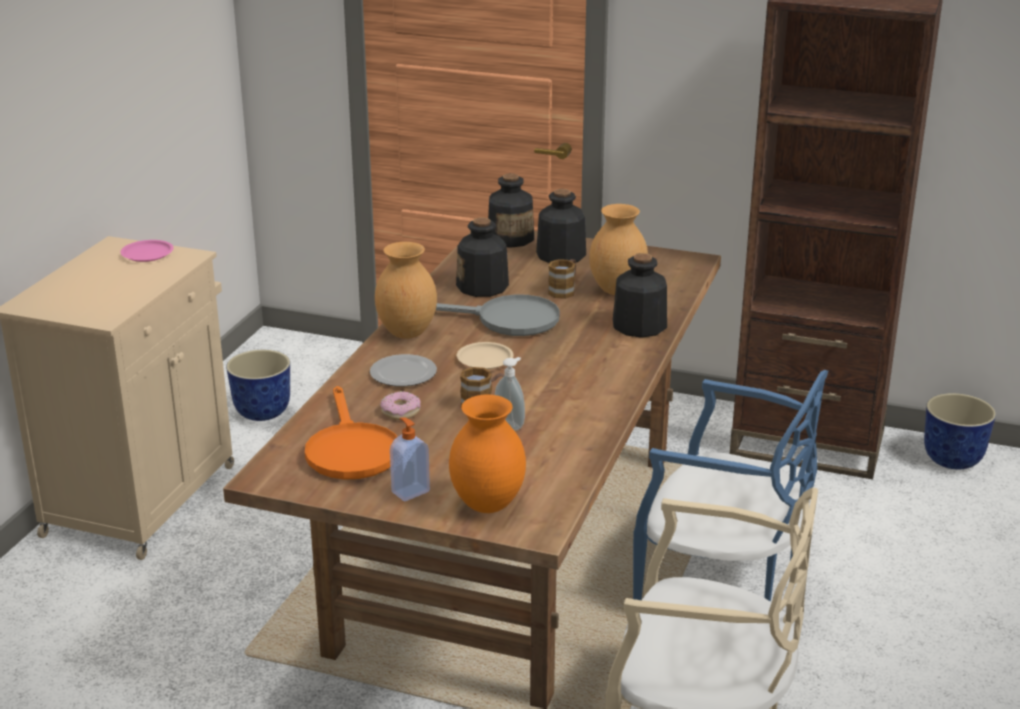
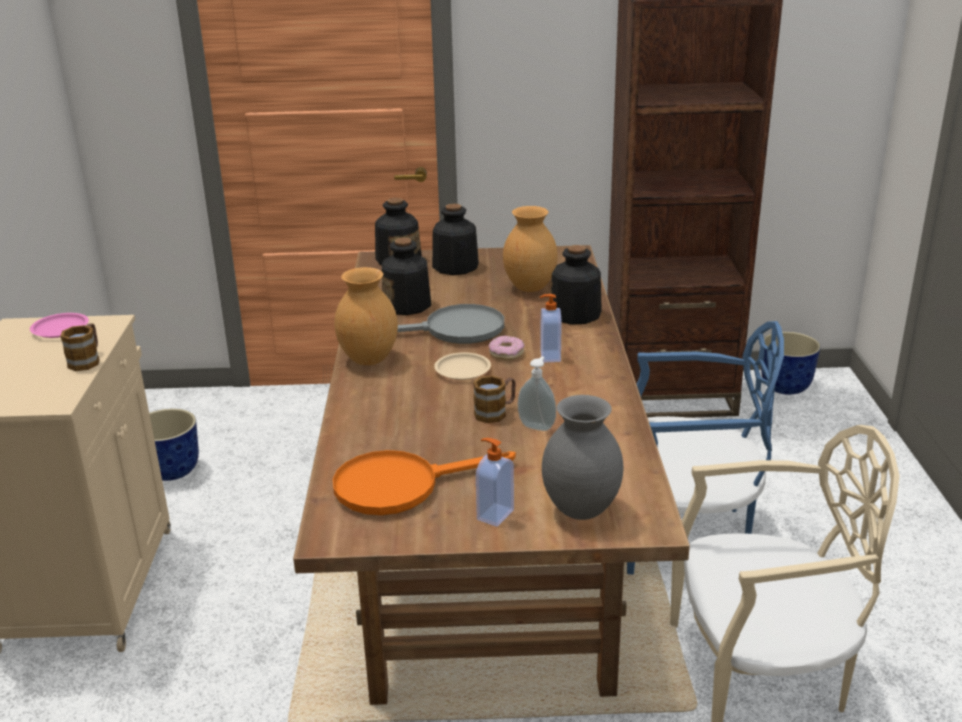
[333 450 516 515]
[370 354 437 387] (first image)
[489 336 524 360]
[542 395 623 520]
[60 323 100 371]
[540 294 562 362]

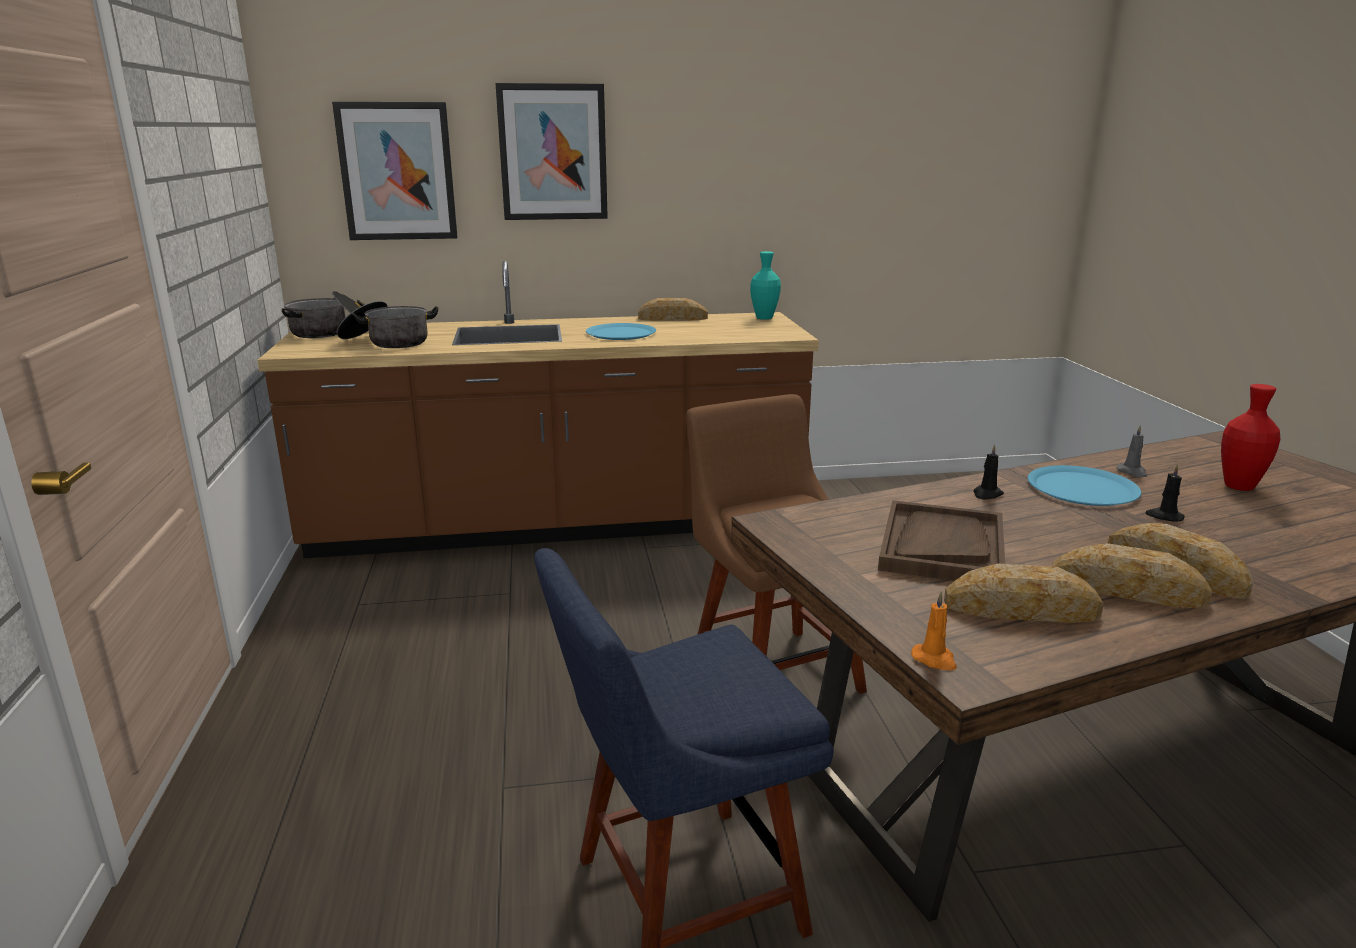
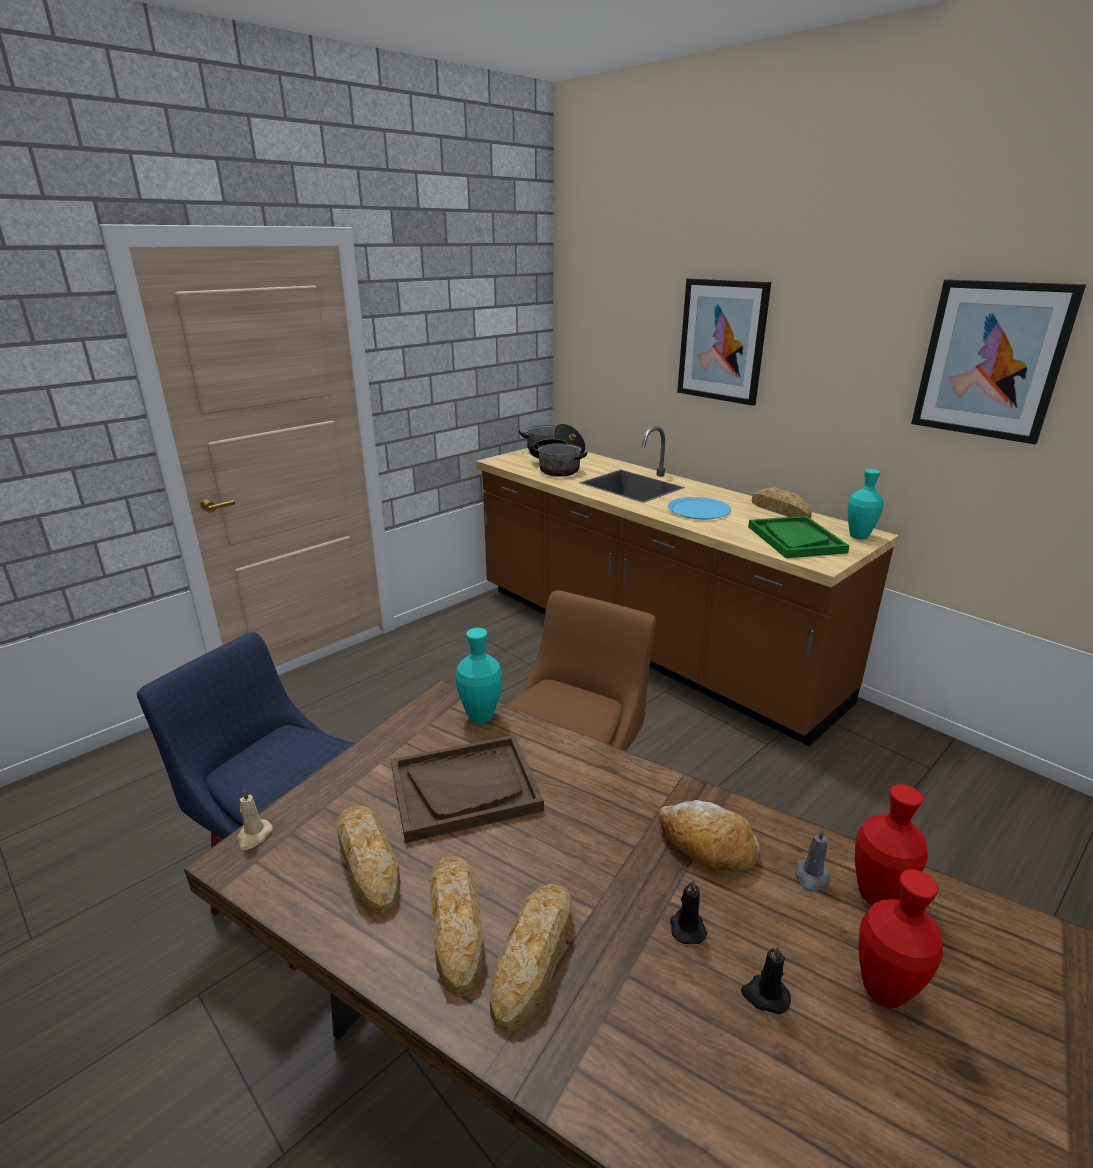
[911 279 1086 444]
[237 789 273 850]
[741 944 791 1014]
[658 800 760 872]
[456 628 502 723]
[748 516 850 558]
[855 784 928 905]

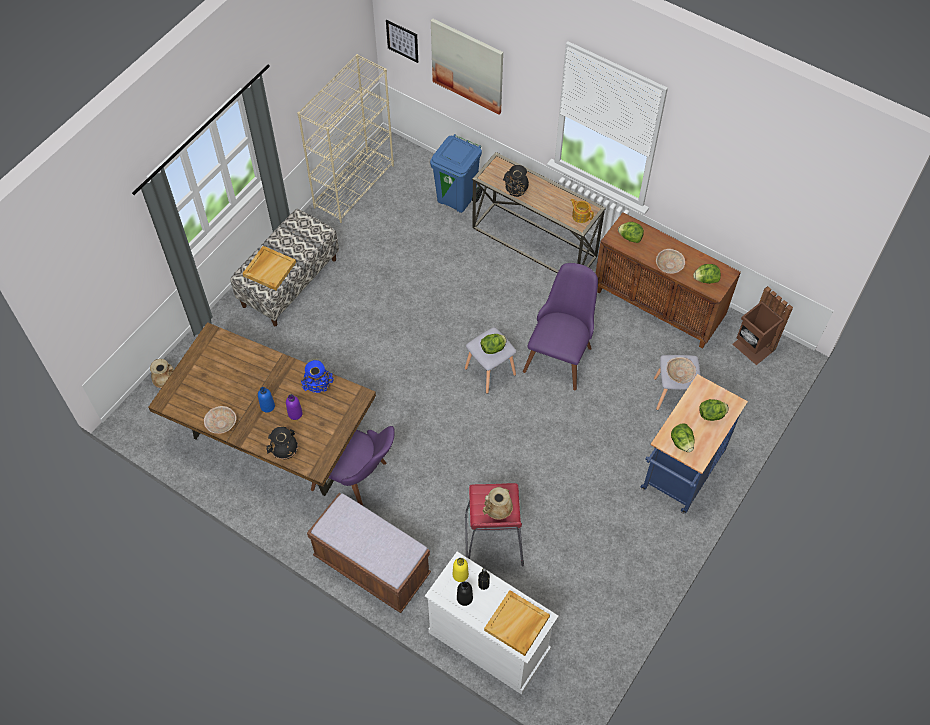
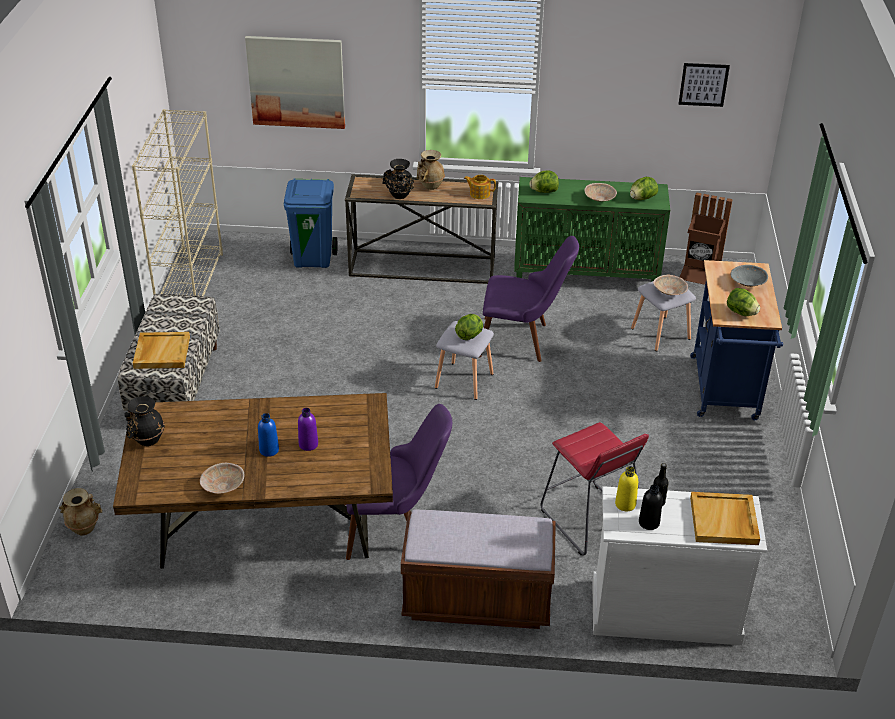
[124 396 165 446]
[301 360 334 393] (first image)
[678 63 730 107]
[417 150 445 190]
[479 236 579 362]
[514 177 670 282]
[731 265 768 287]

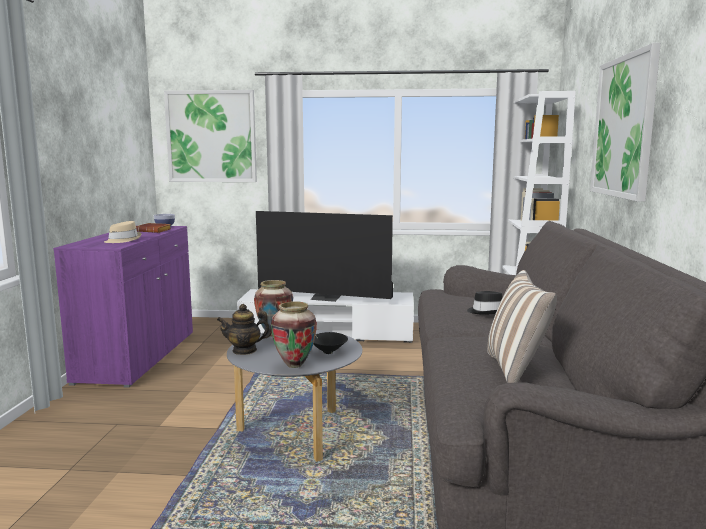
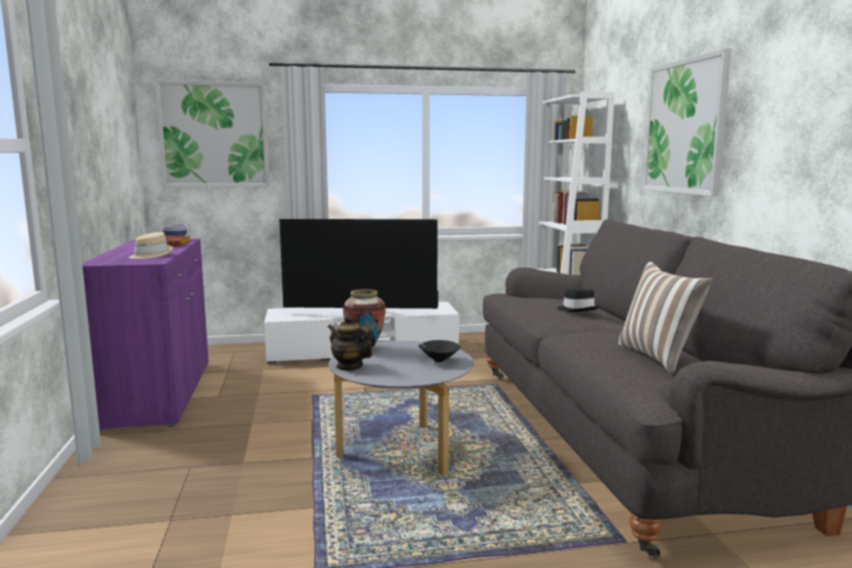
[328 315 372 371]
[271 301 317 368] (first image)

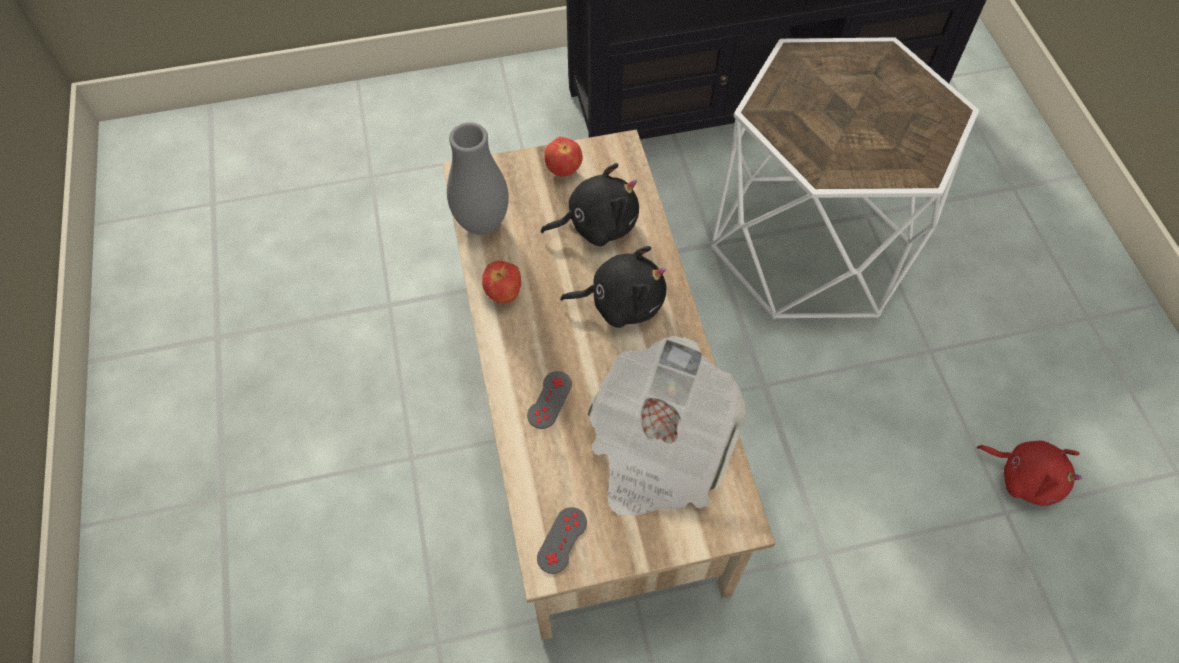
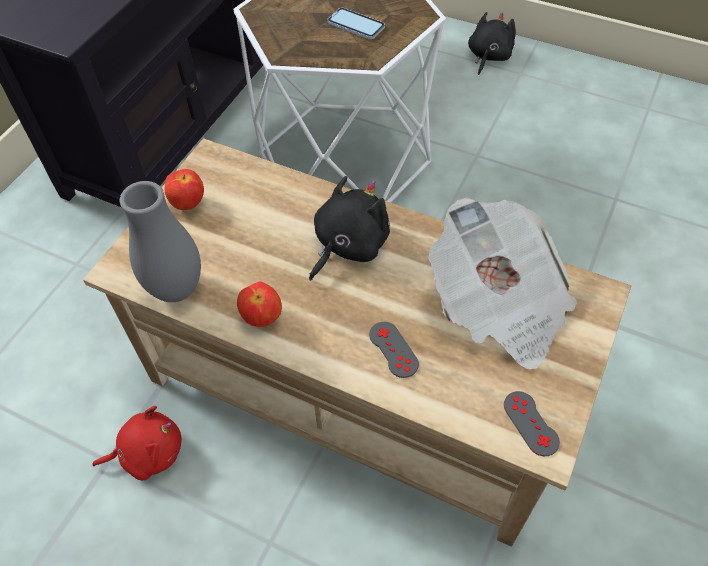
[468 12 516 75]
[93 406 182 480]
[327 8 385 39]

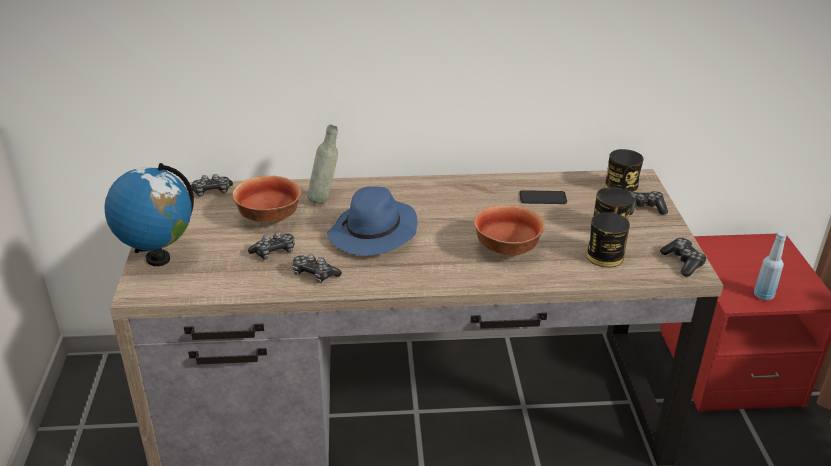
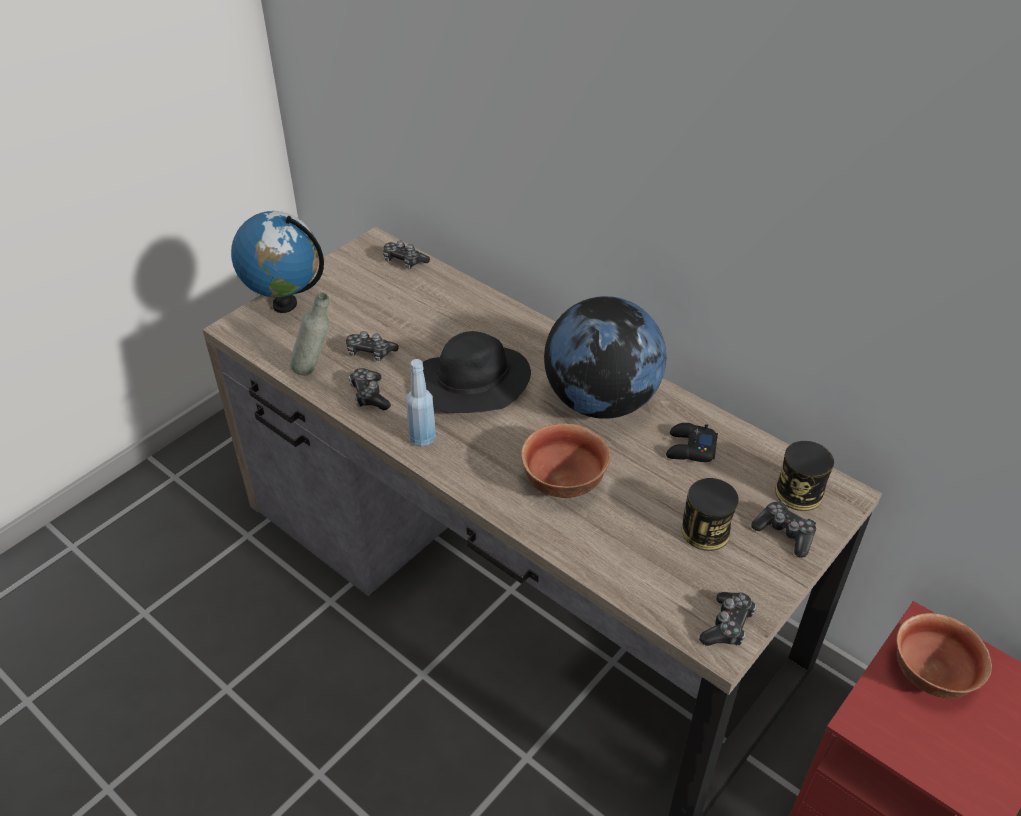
[896 613 992 699]
[290 292 329 376]
[423 331 531 413]
[666 423 718 462]
[586 212 630 268] (first image)
[406 359 436 447]
[544 296 666 419]

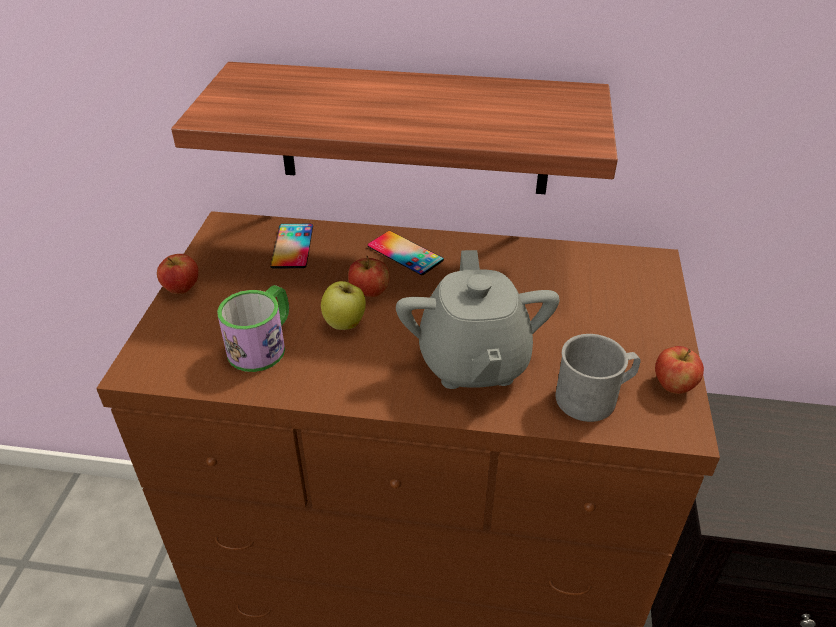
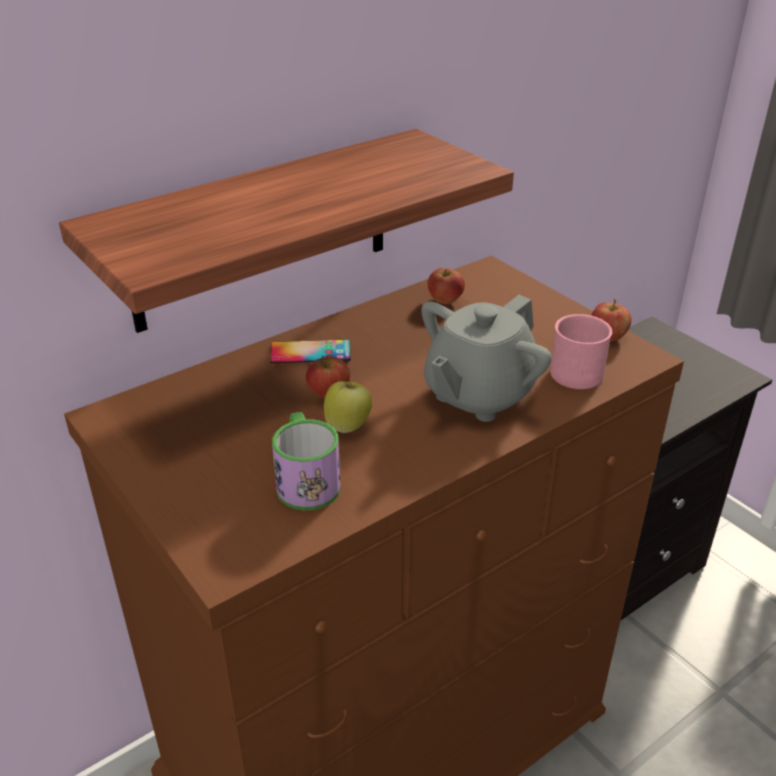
[427 268 465 304]
[270 224 313 268] (first image)
[421 295 552 422]
[550 314 612 389]

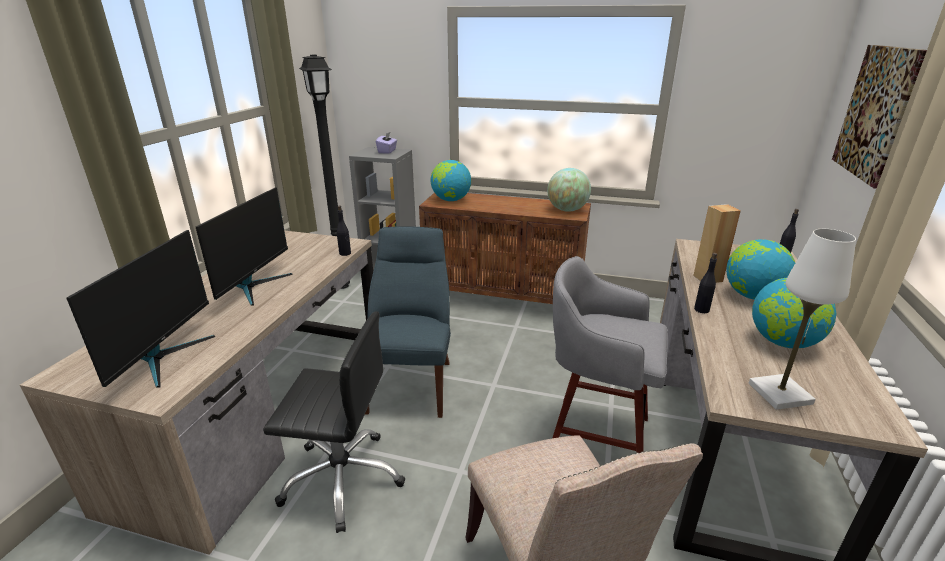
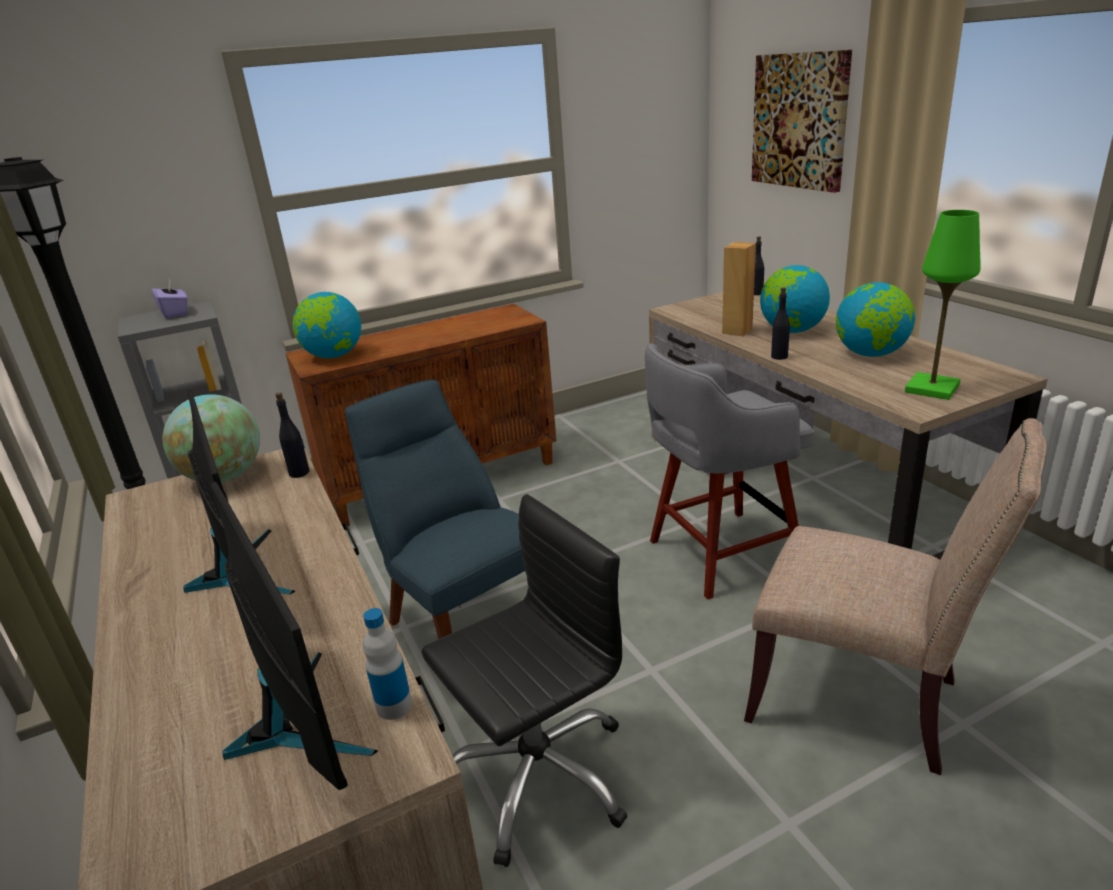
[163 394 260 482]
[905 210 981 400]
[363 608 412 720]

